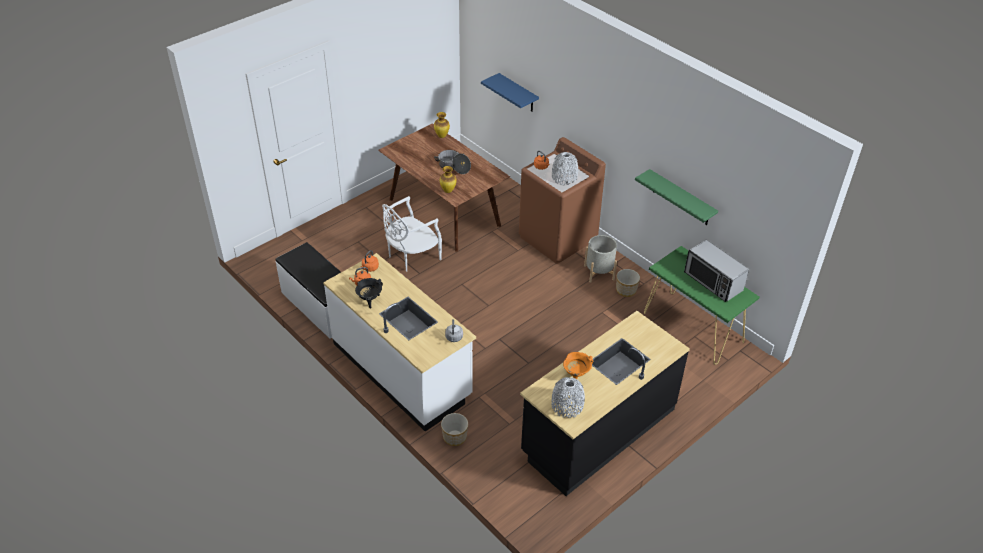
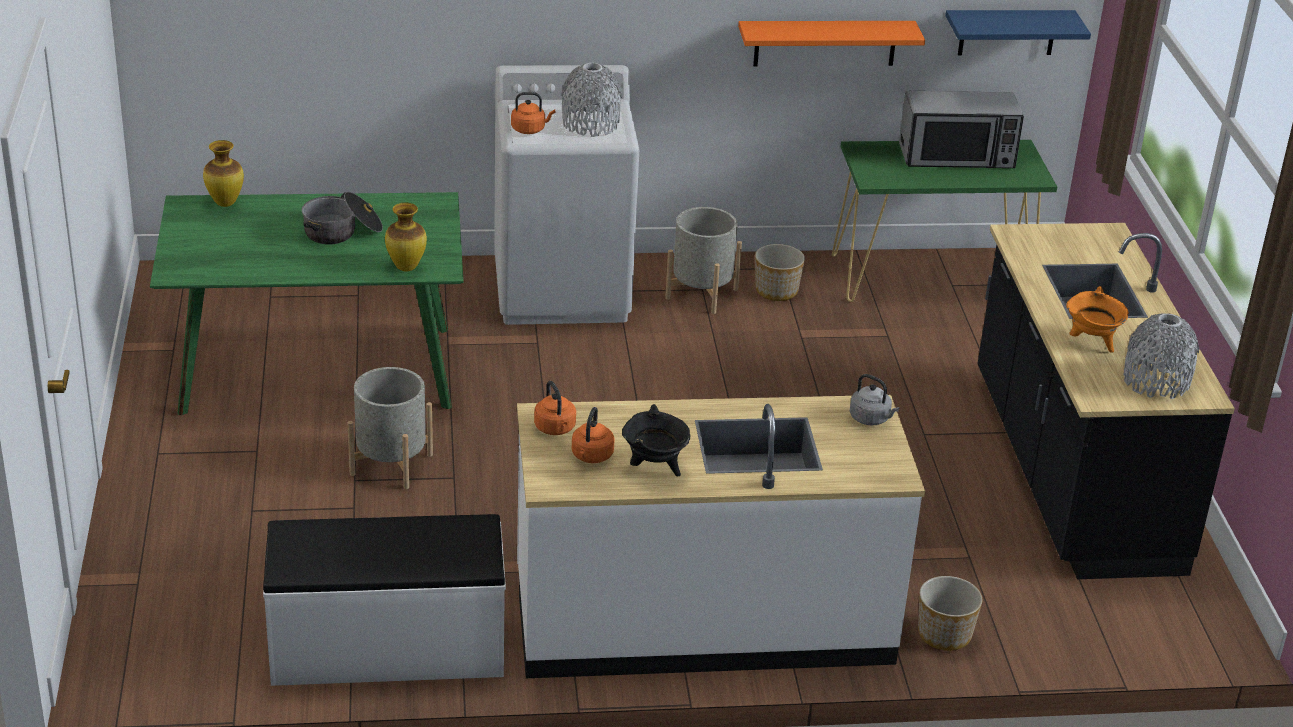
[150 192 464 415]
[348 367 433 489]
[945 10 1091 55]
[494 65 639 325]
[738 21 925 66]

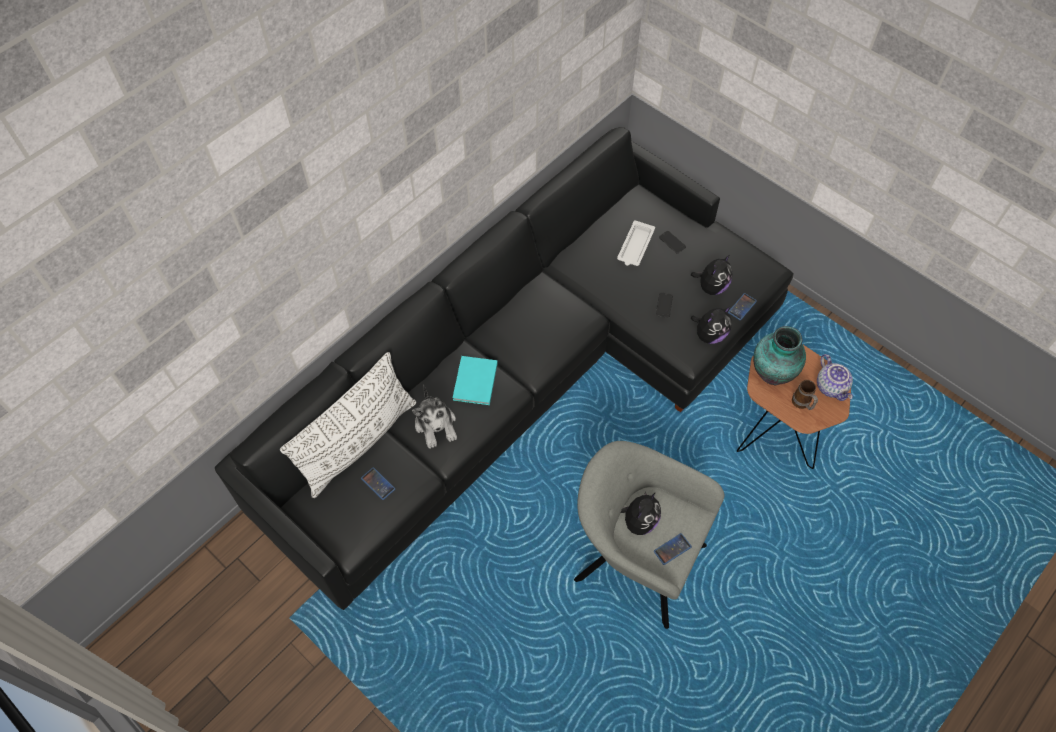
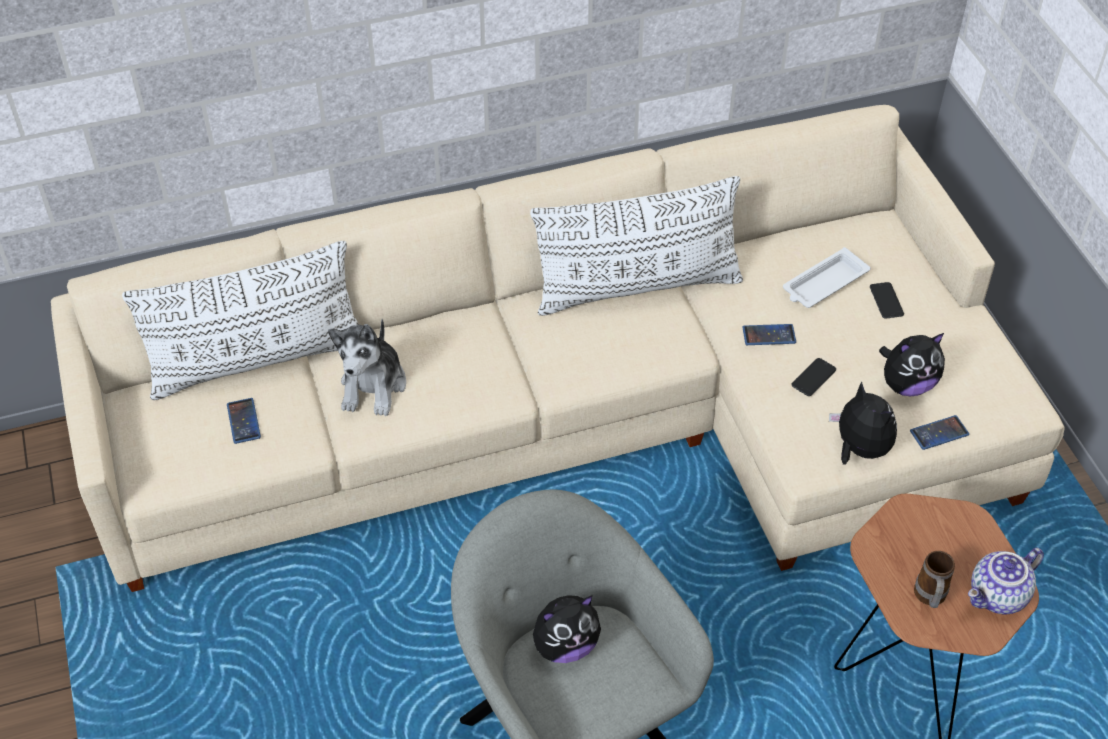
[51 105 1065 592]
[453 356 498 405] (first image)
[742 324 796 345]
[829 381 897 465]
[753 326 806 385] (first image)
[968 548 1044 614]
[530 176 743 316]

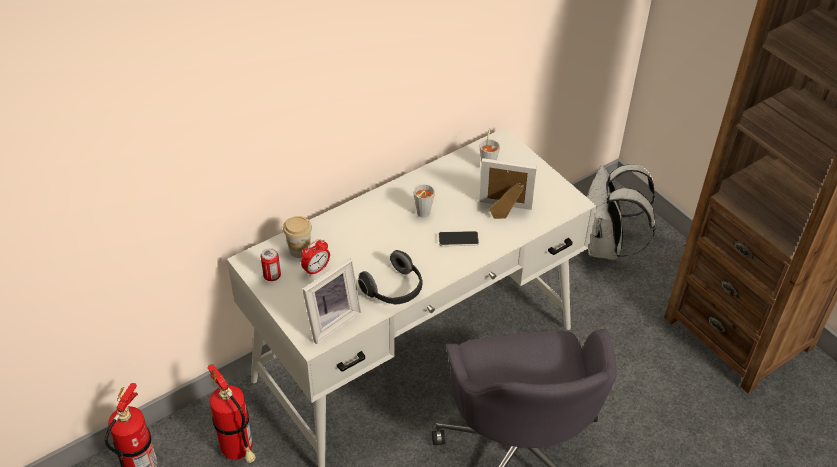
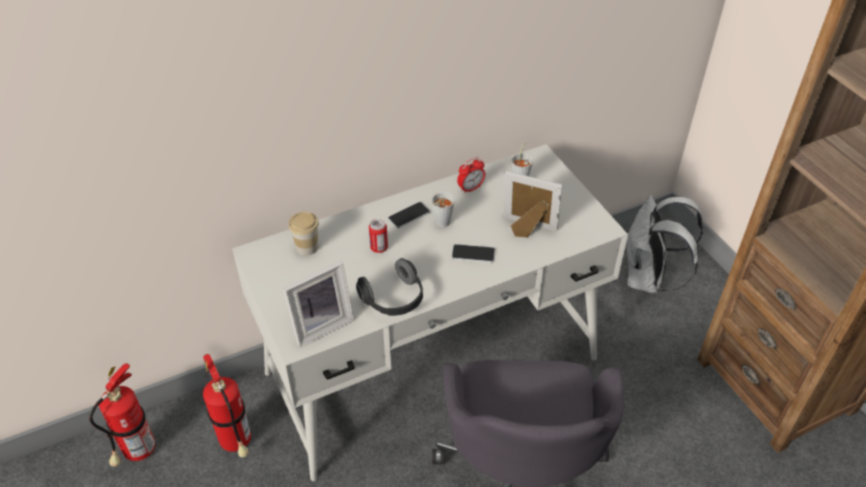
[369 219 388 253]
[457 157 485 194]
[388 202 430 228]

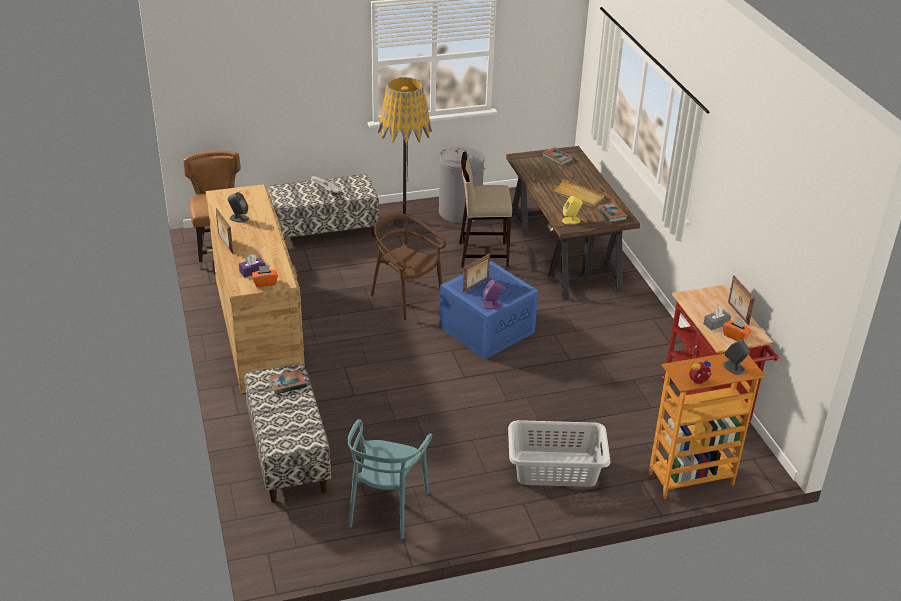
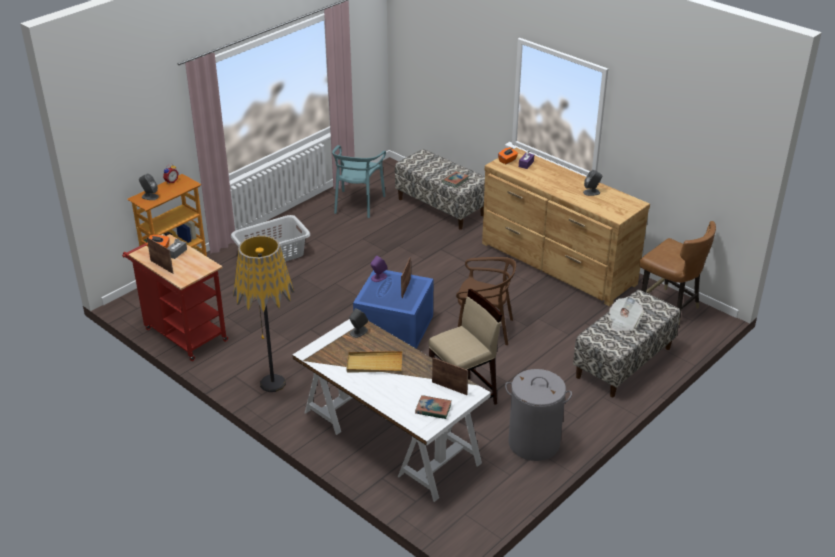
[432 358 468 395]
[332 145 386 218]
[233 235 295 392]
[292 319 491 502]
[349 308 368 338]
[597 203 627 222] (first image)

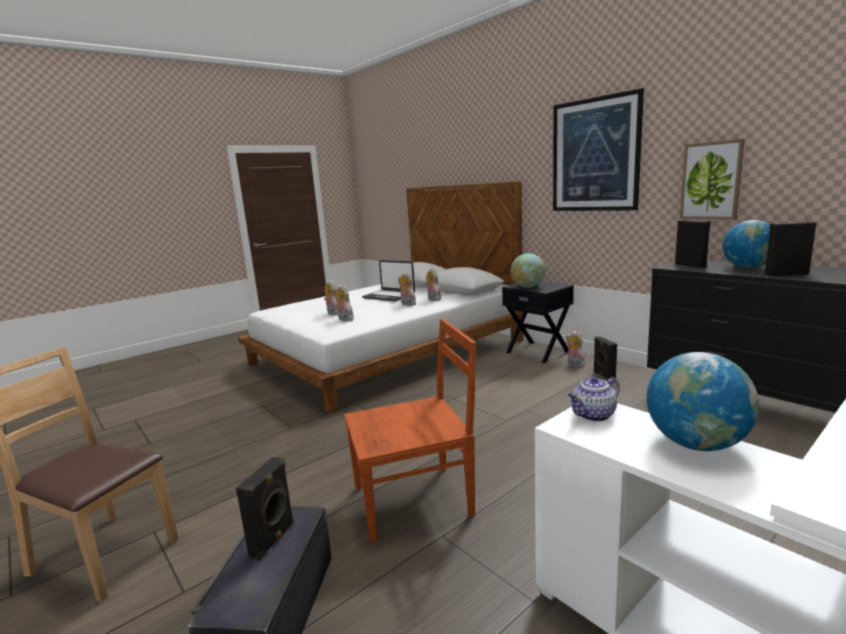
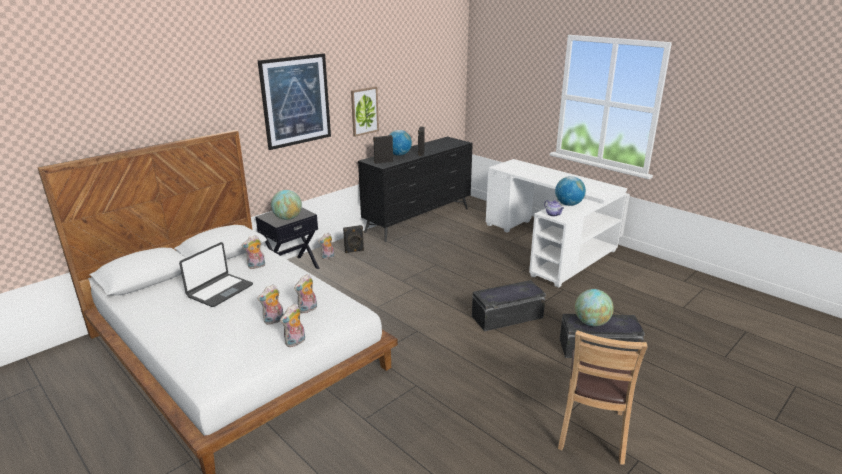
[575 289 614 326]
[472 280 546 331]
[280 304 305 347]

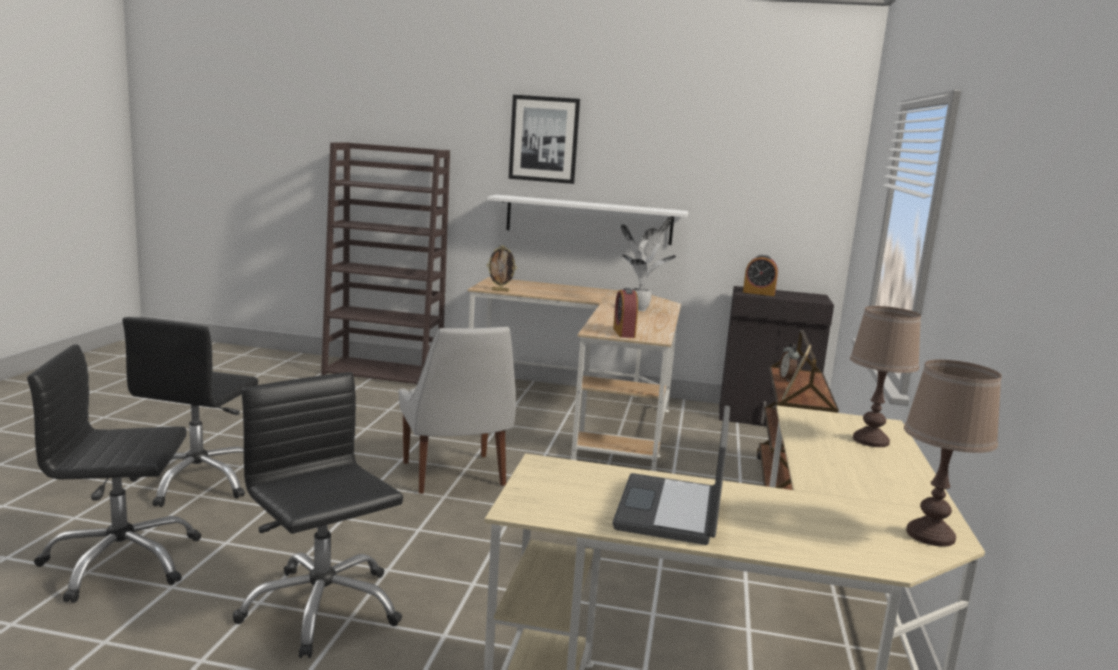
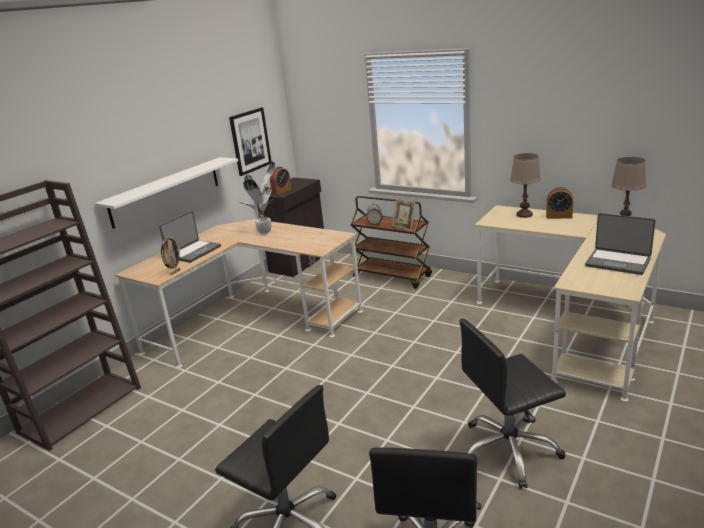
[399 327 516 494] (first image)
[229 108 272 176]
[546 187 573 219]
[159 211 221 263]

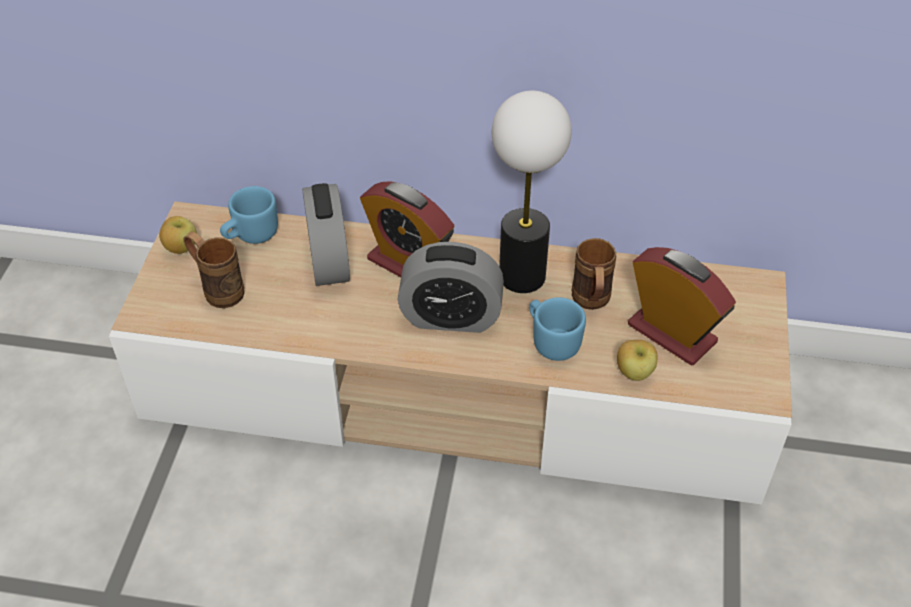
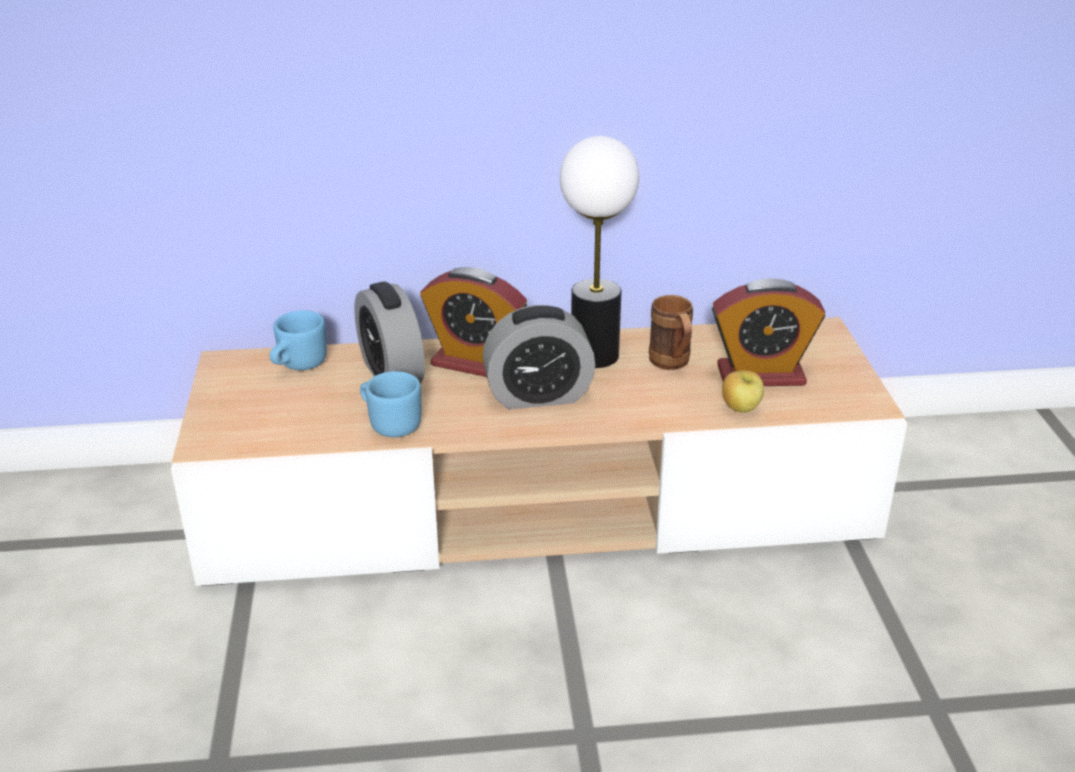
[159 216 197 254] (first image)
[184 232 244 308] (first image)
[360 371 421 437]
[712 278 825 386]

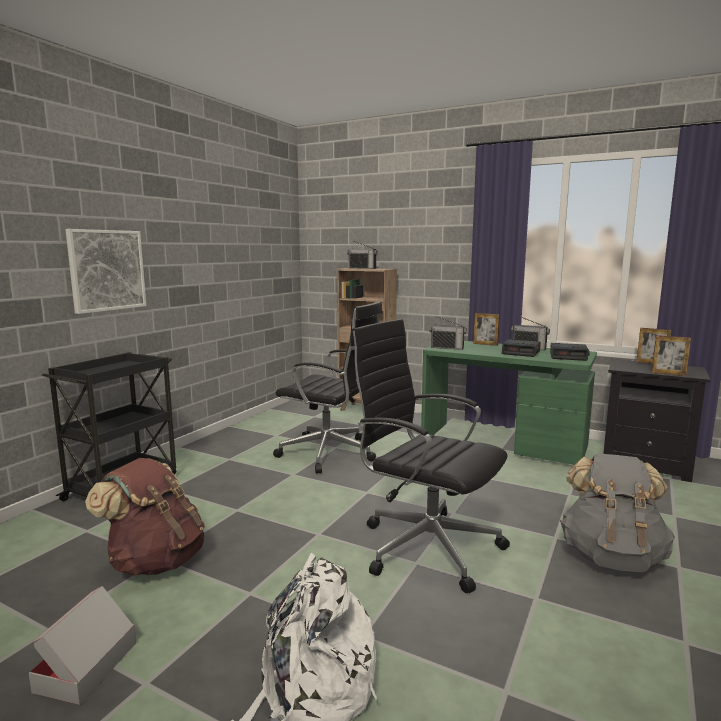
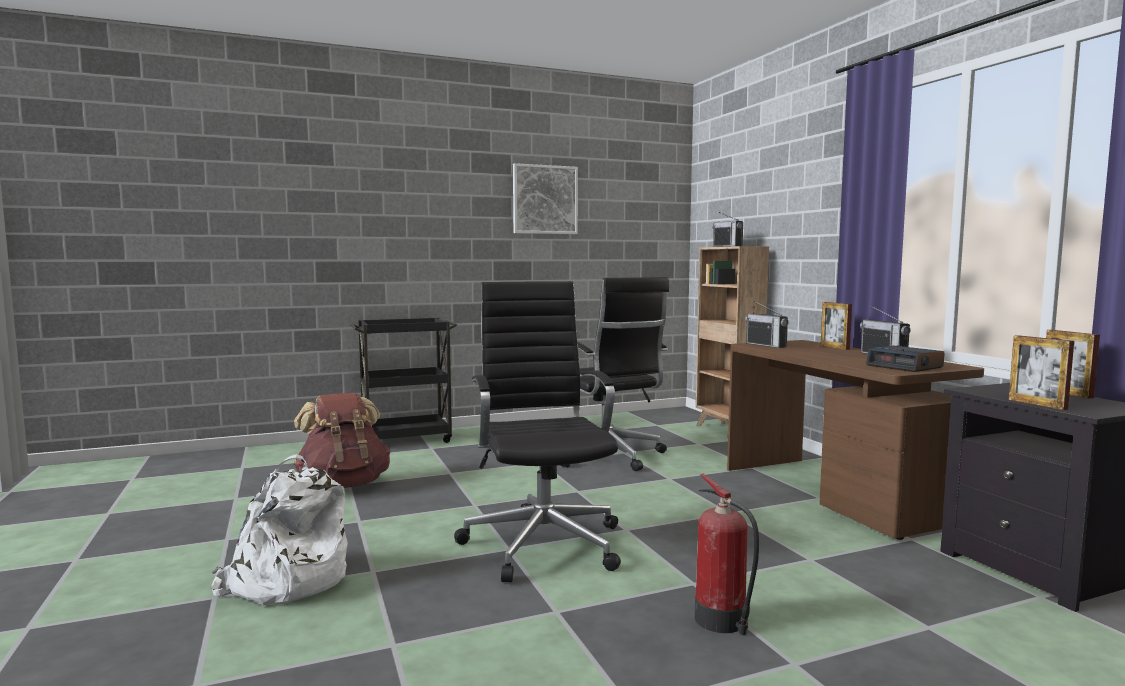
[29 586 137 705] (first image)
[513 163 578 234]
[727 340 984 540]
[502 339 541 357] (first image)
[695 474 759 635]

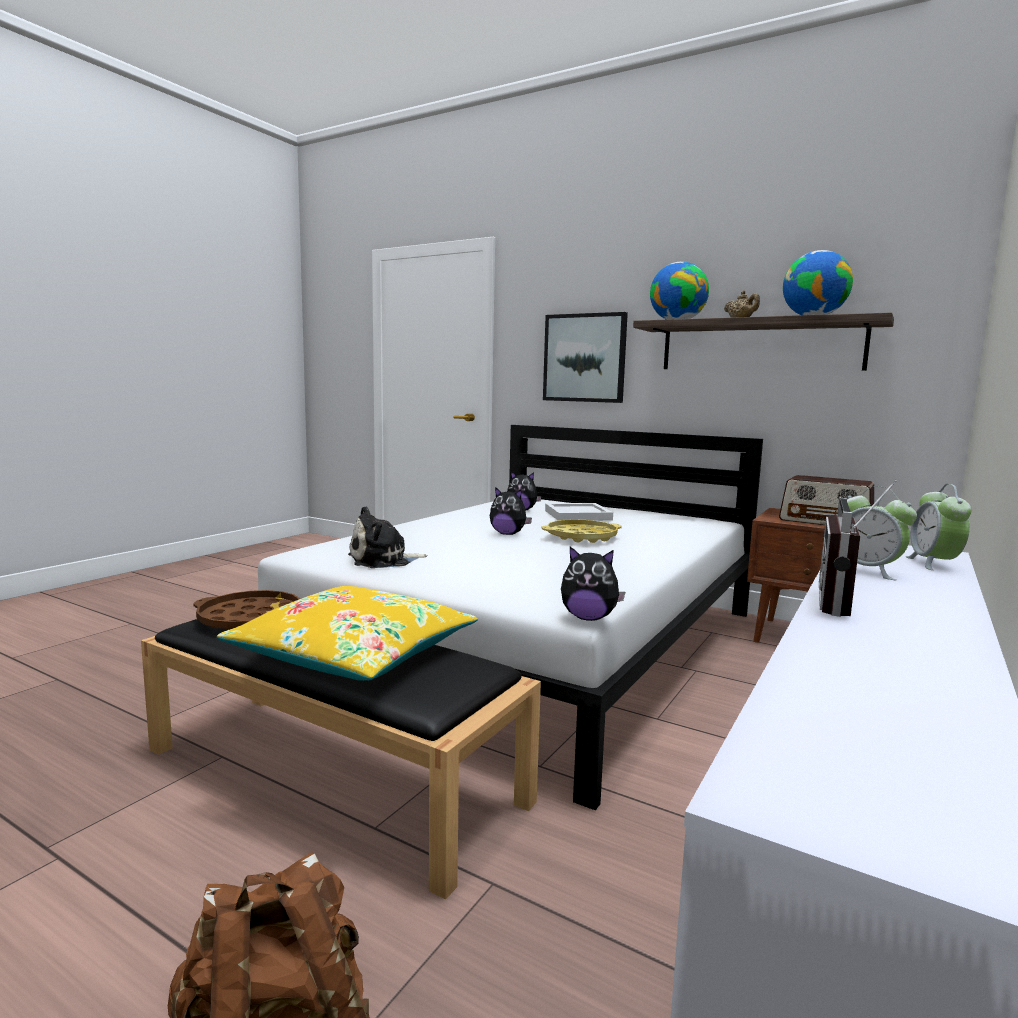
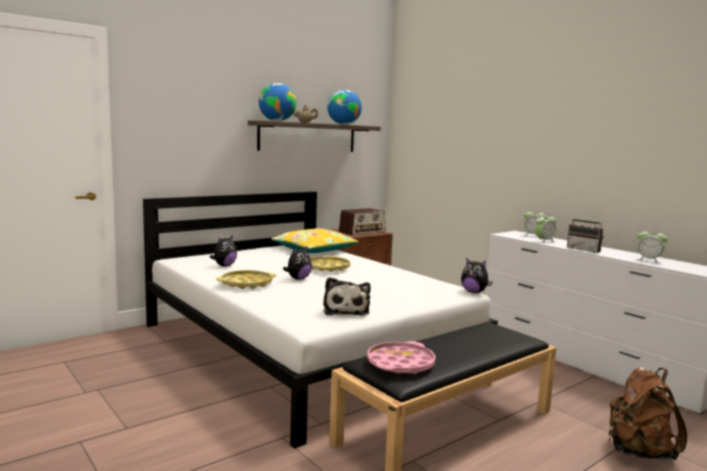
[367 341 435 374]
[271 228 359 253]
[543 312 628 403] (first image)
[545 503 613 521] (first image)
[461 257 493 293]
[216 270 276 289]
[638 228 668 264]

